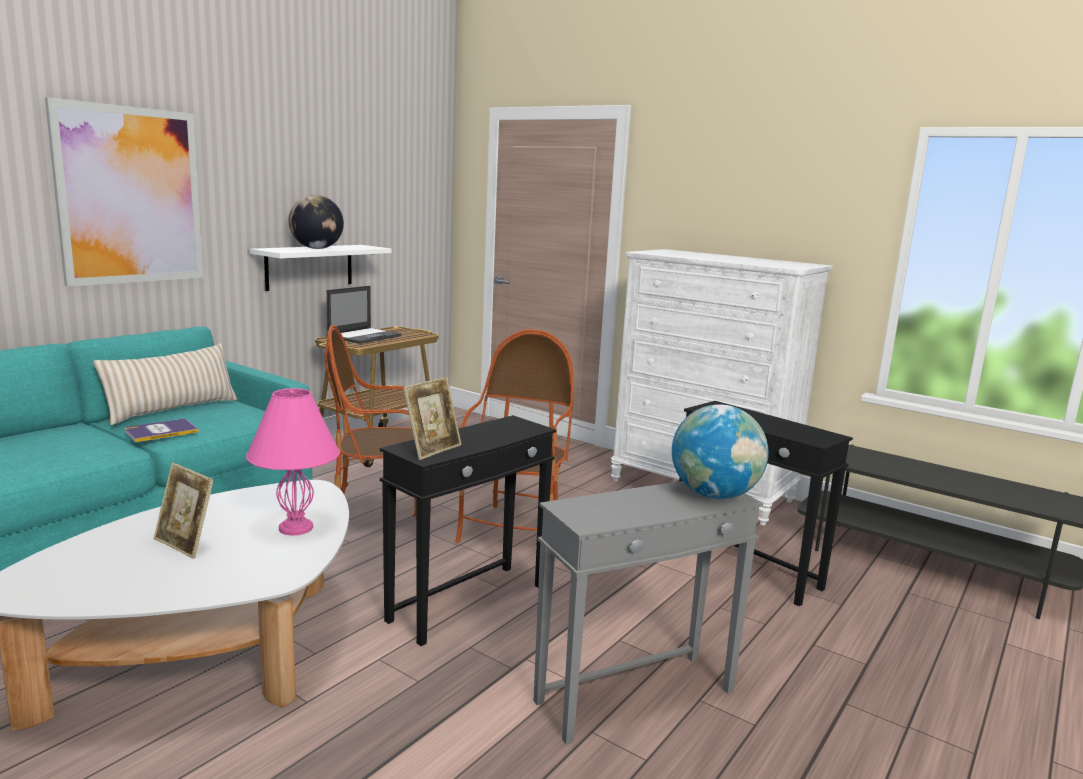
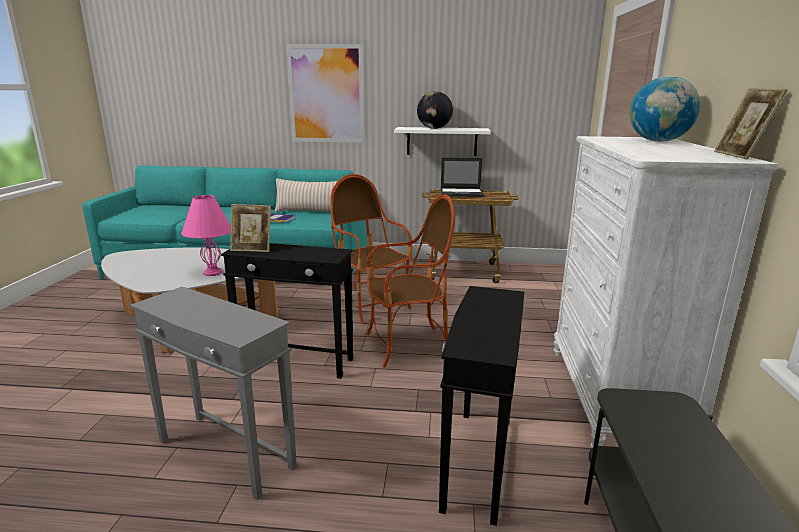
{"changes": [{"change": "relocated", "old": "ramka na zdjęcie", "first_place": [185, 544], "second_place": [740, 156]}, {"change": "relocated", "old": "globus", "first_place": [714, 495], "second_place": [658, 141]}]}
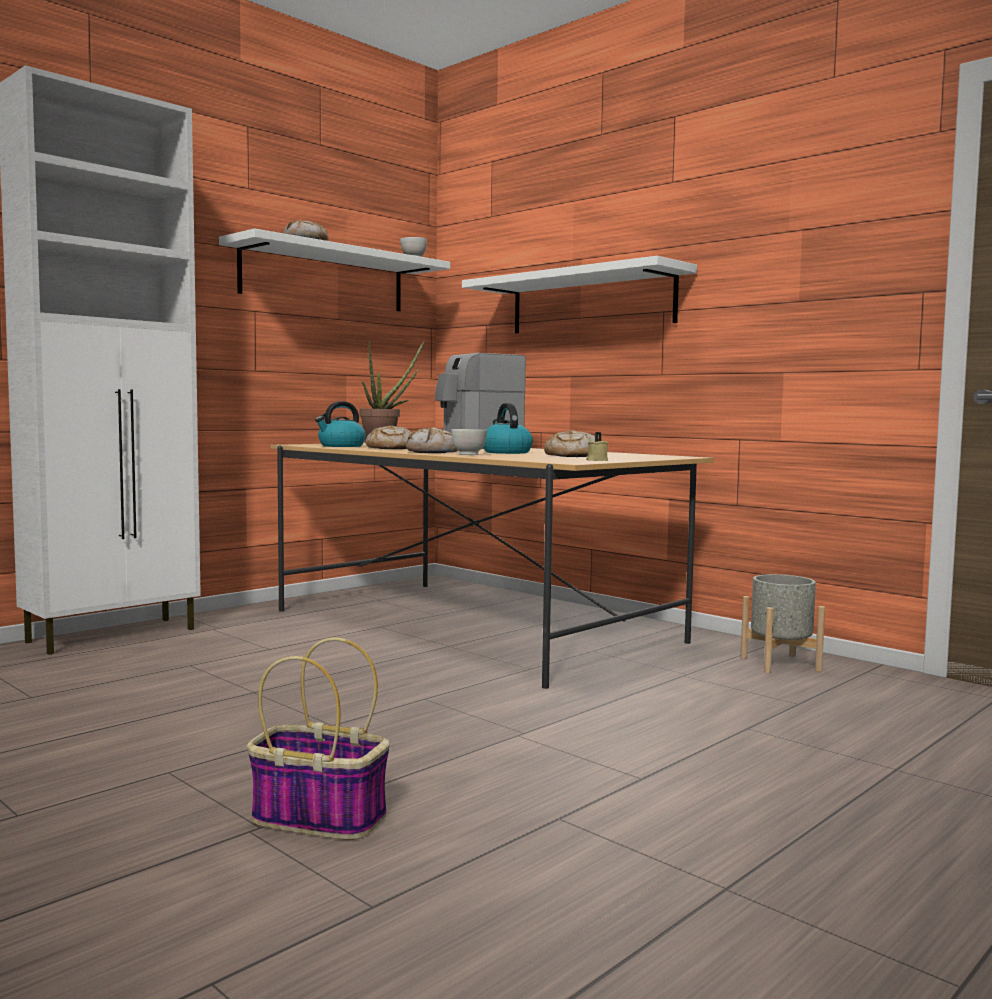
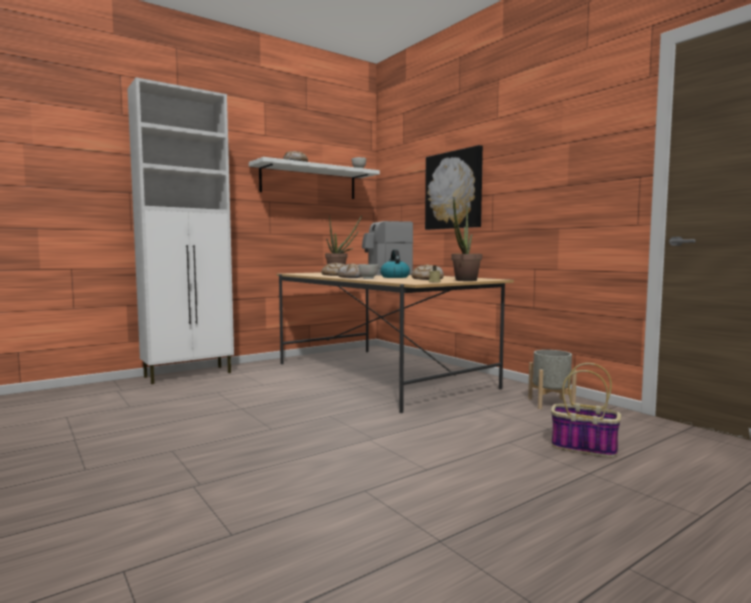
{"changes": [{"change": "relocated", "old": "koszyk", "first_place": [316, 818], "second_place": [582, 447]}, {"change": "missing", "old": "czajnik", "first_place": [341, 446]}, {"change": "exchanged", "old": "półka/biały", "new": "obraz", "first_place": [591, 302], "second_place": [454, 190]}, {"change": "appeared", "new": "roślina doniczkowa", "second_place": [464, 280]}]}
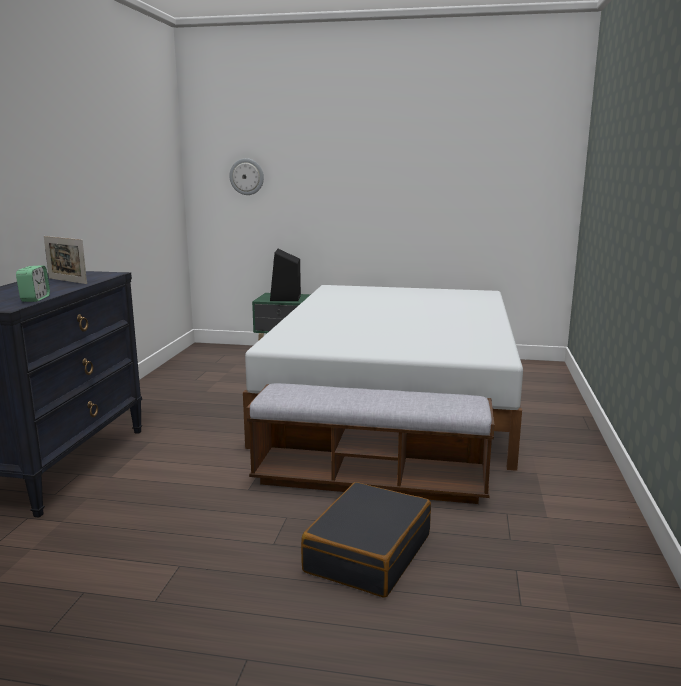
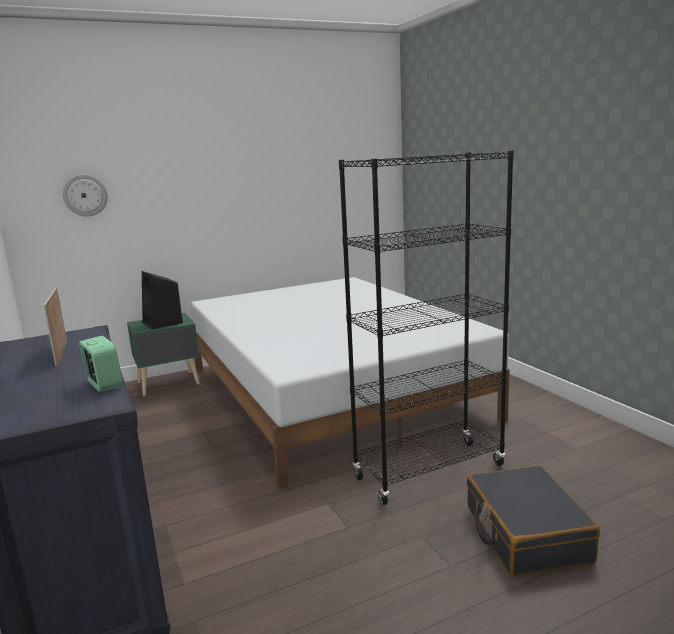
{"changes": [{"change": "spun", "old": "ramka na zdjęcie", "first_place": [67, 281], "second_place": [61, 353], "degrees": 75}, {"change": "exchanged", "old": "ławka", "new": "regał/czarny", "first_place": [370, 480], "second_place": [429, 471]}]}
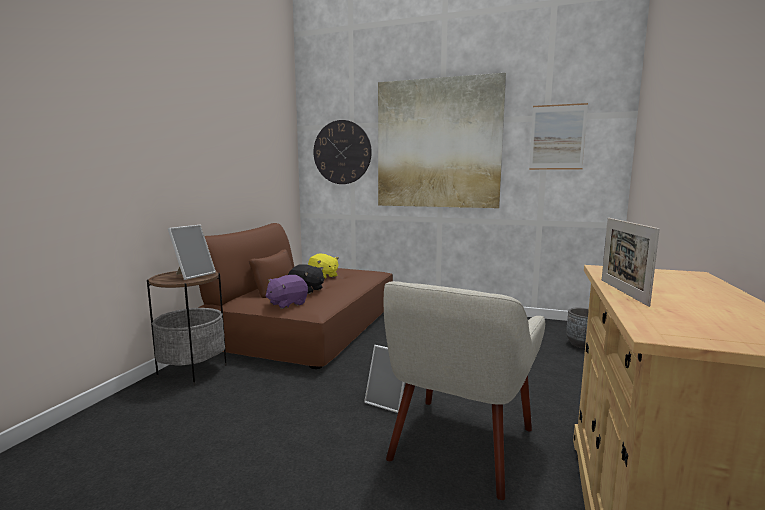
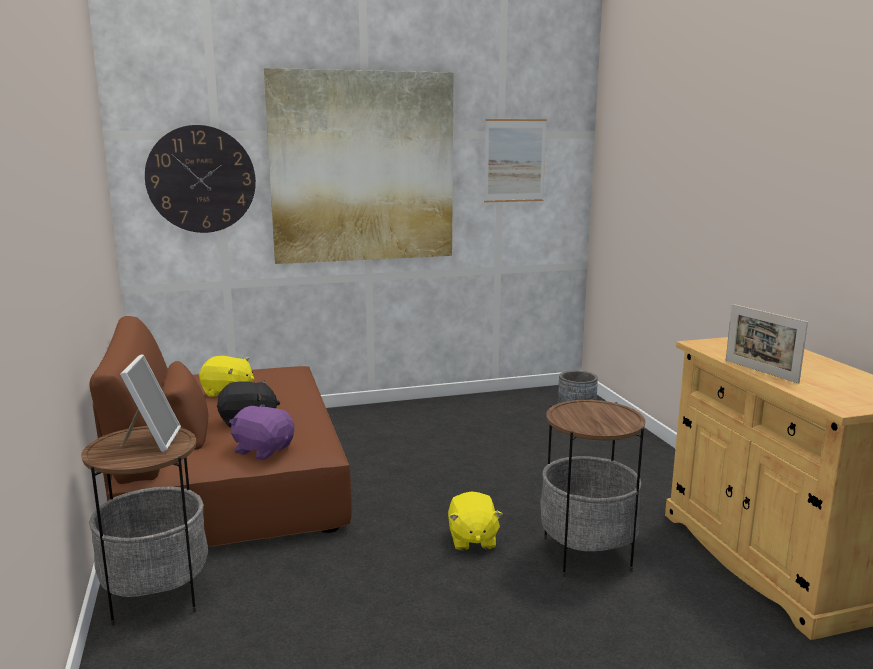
{"changes": [{"change": "spun", "old": "pluszak/fioletowy", "first_place": [287, 304], "second_place": [263, 450], "degrees": 105}, {"change": "exchanged", "old": "ramka na zdjęcie", "new": "pluszak/żółty", "first_place": [388, 402], "second_place": [472, 539]}, {"change": "exchanged", "old": "fotel/beżowy", "new": "stolik", "first_place": [459, 443], "second_place": [586, 554]}]}
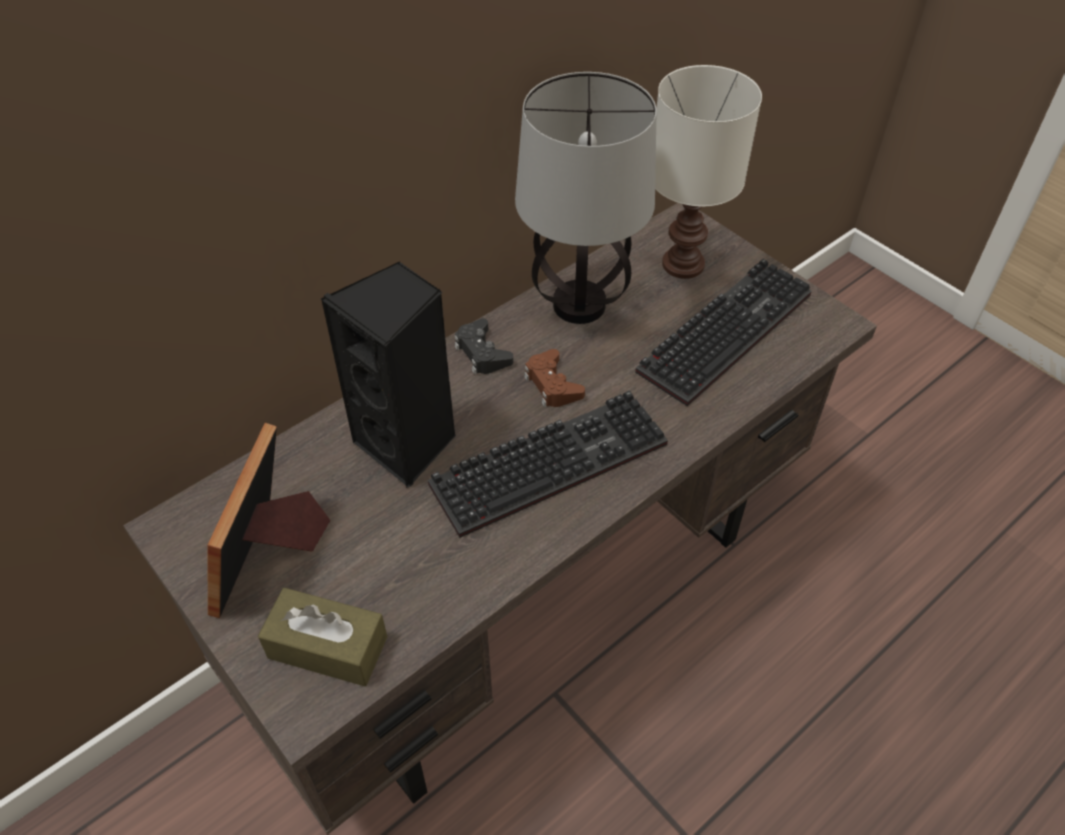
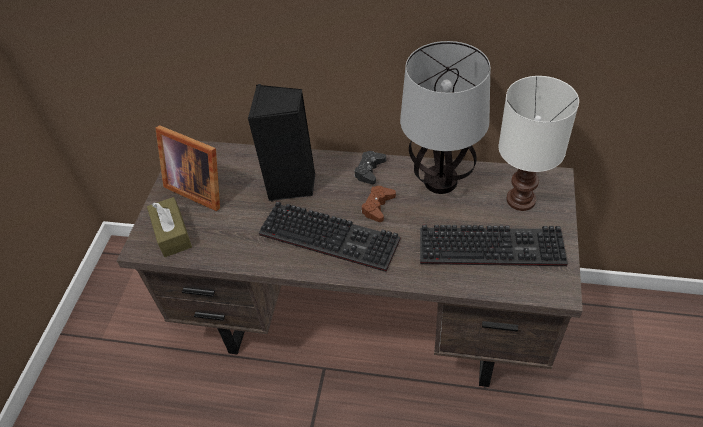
{"changes": [{"change": "spun", "old": "ramka na zdjęcie", "first_place": [271, 556], "second_place": [198, 187], "degrees": -120}]}
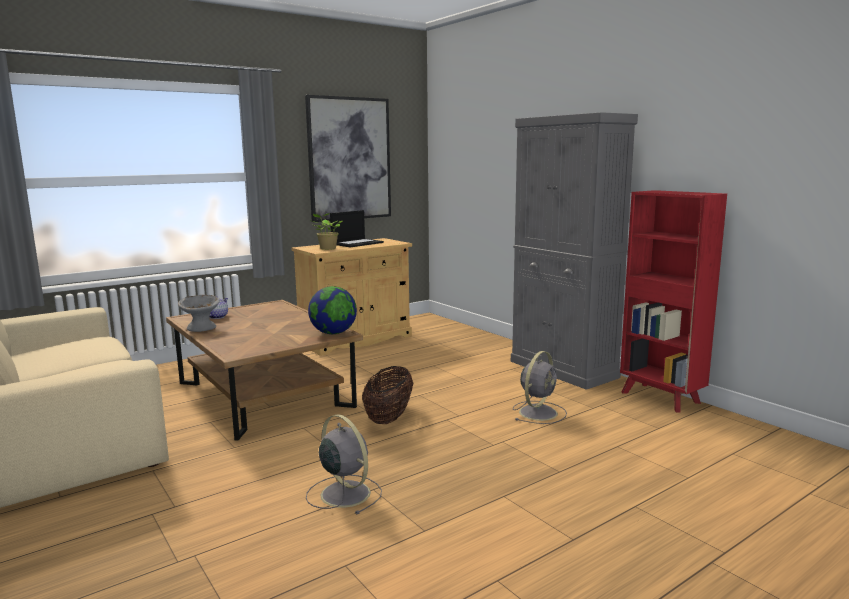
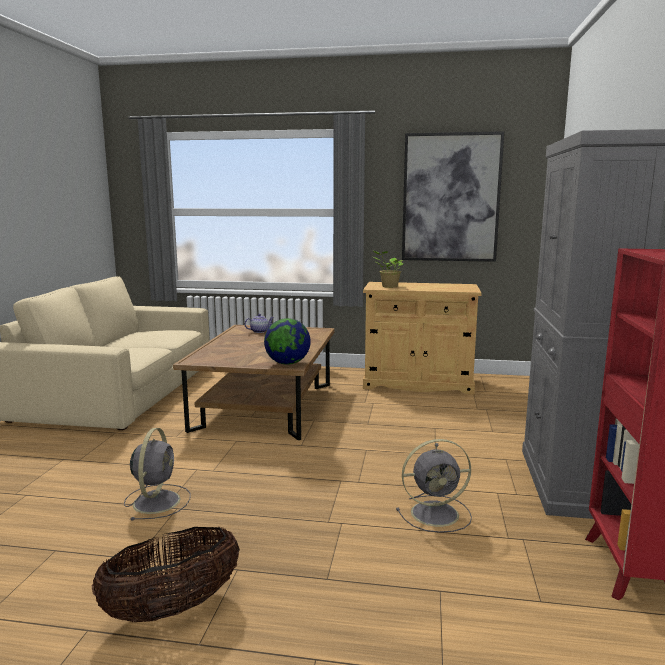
{"changes": [{"change": "missing", "old": "miska/szary", "first_place": [201, 328]}, {"change": "missing", "old": "laptop", "first_place": [357, 243]}, {"change": "relocated", "old": "koszyk", "first_place": [389, 417], "second_place": [172, 608]}]}
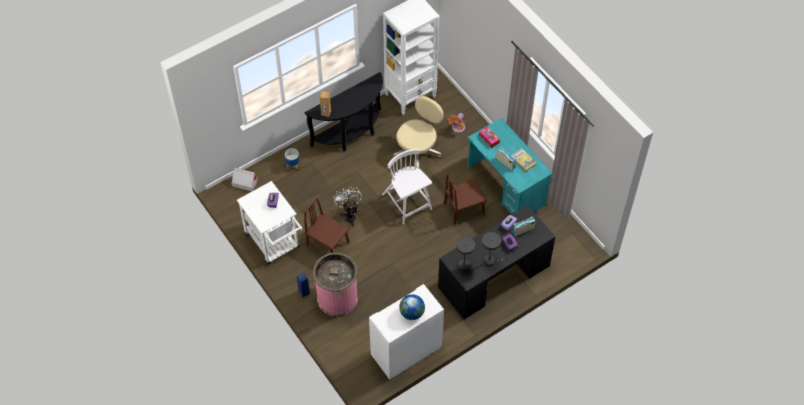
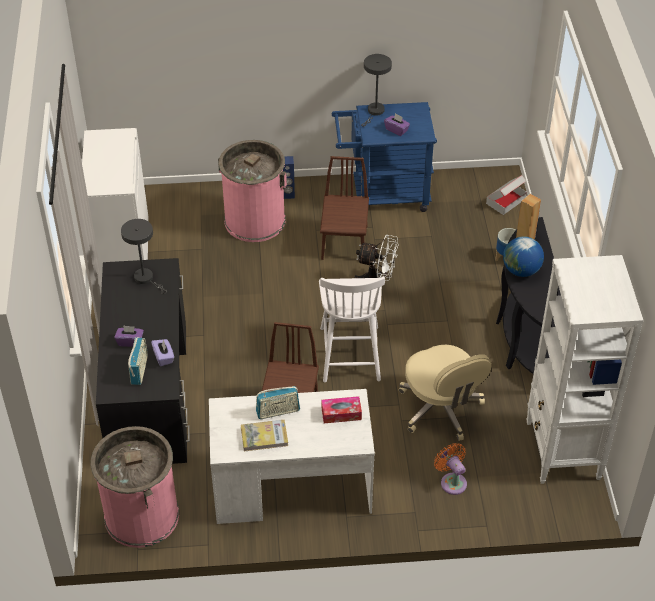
{"changes": [{"change": "colour", "old": "wózek/biały", "new": "wózek/niebieski", "first_place": [275, 244], "second_place": [382, 195]}, {"change": "spun", "old": "krzesło/brązowy", "first_place": [327, 244], "second_place": [344, 242], "degrees": -60}, {"change": "spun", "old": "krzesło/biały", "first_place": [407, 203], "second_place": [350, 352], "degrees": 90}, {"change": "relocated", "old": "globus", "first_place": [412, 313], "second_place": [521, 270]}, {"change": "colour", "old": "biurko/turkusowy", "new": "biurko/biały", "first_place": [506, 186], "second_place": [292, 489]}, {"change": "relocated", "old": "lampa stołowa/szary", "first_place": [491, 260], "second_place": [375, 112]}, {"change": "appeared", "new": "kosz na śmieci/różowy", "second_place": [141, 515]}]}
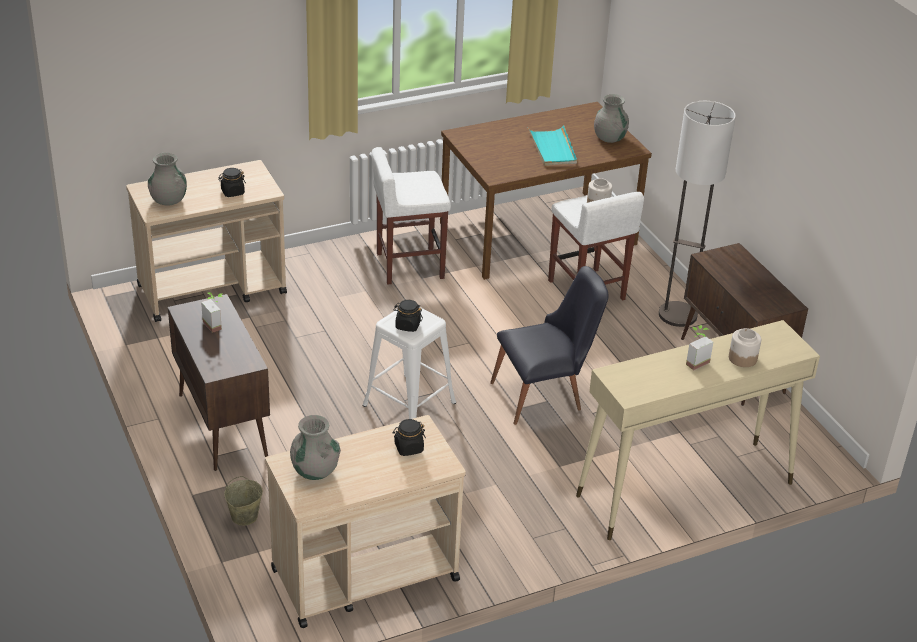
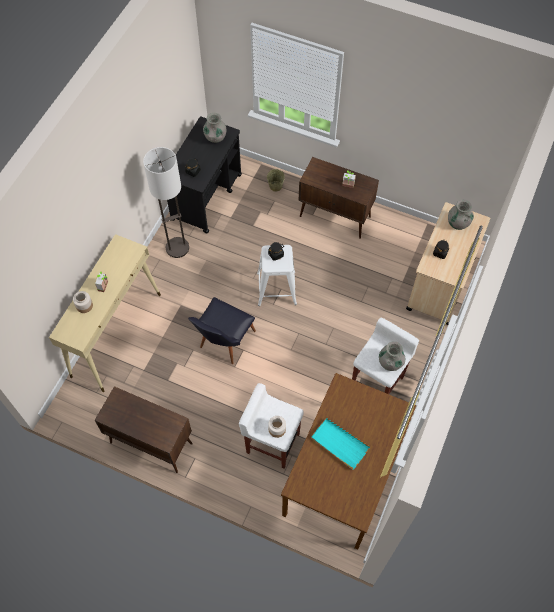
{"changes": [{"change": "colour", "old": "wózek/beżowy", "new": "wózek/czarny", "first_place": [363, 574], "second_place": [206, 196]}, {"change": "relocated", "old": "wazon/szary", "first_place": [609, 138], "second_place": [390, 362]}, {"change": "relocated", "old": "lampa stojąca", "first_place": [677, 315], "second_place": [177, 247]}]}
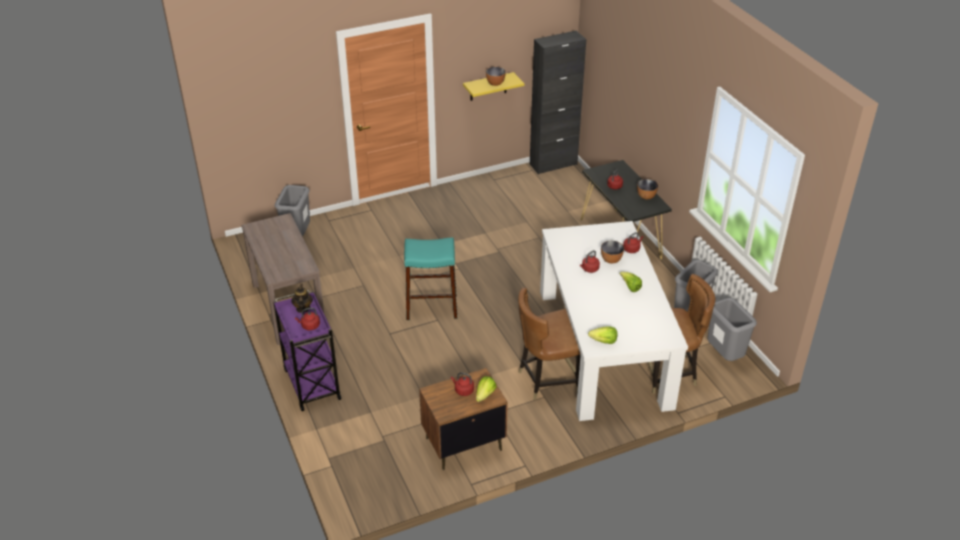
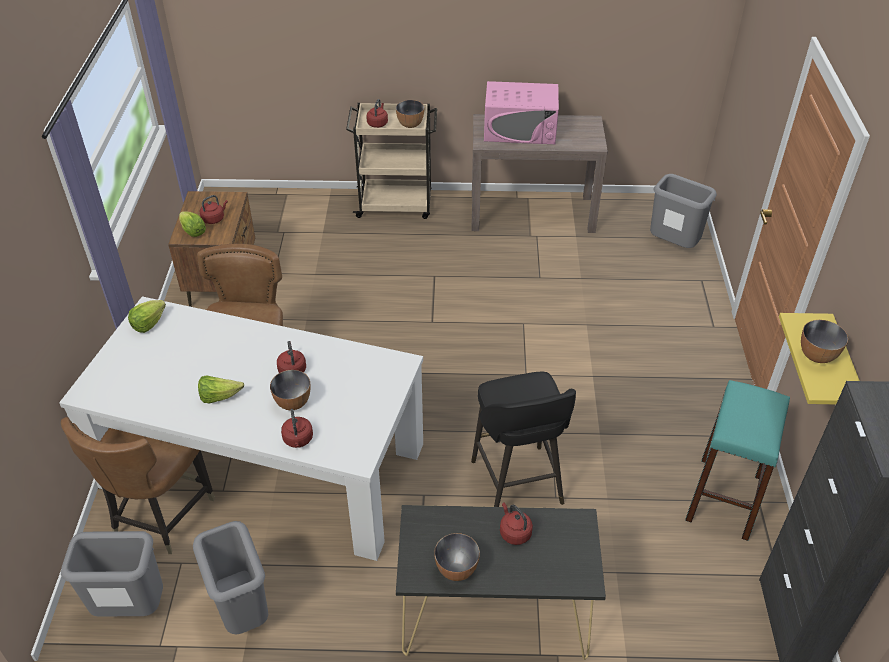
{"changes": [{"change": "colour", "old": "wózek/fioletowy", "new": "wózek/beżowy", "first_place": [311, 383], "second_place": [396, 204]}, {"change": "exchanged", "old": "imbryk", "new": "miska", "first_place": [303, 308], "second_place": [410, 124]}, {"change": "relocated", "old": "stołek/turkusowy", "first_place": [431, 307], "second_place": [724, 498]}, {"change": "appeared", "new": "stołek/czarny", "second_place": [517, 484]}, {"change": "appeared", "new": "mikrofalówka/różowy", "second_place": [520, 130]}]}
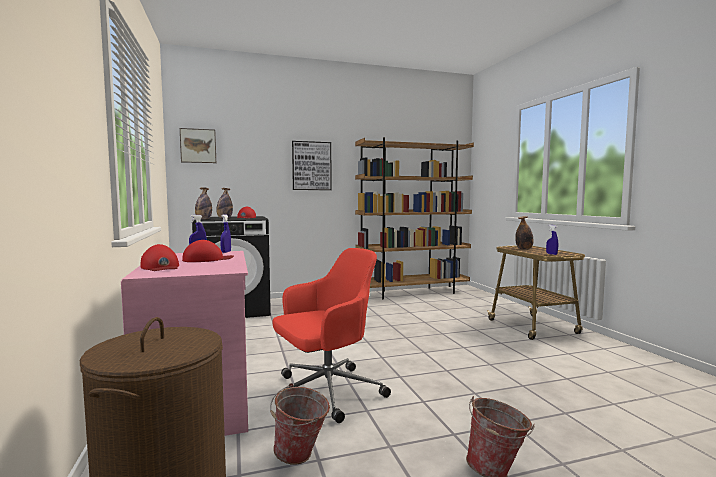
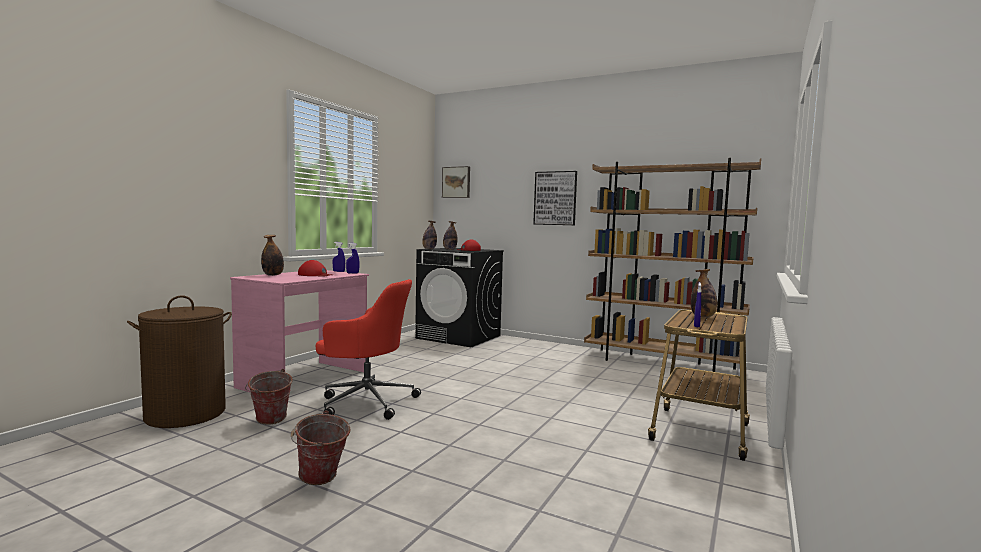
{"changes": [{"change": "exchanged", "old": "czapka z daszkiem/czerwony", "new": "butelka", "first_place": [161, 267], "second_place": [273, 275]}]}
